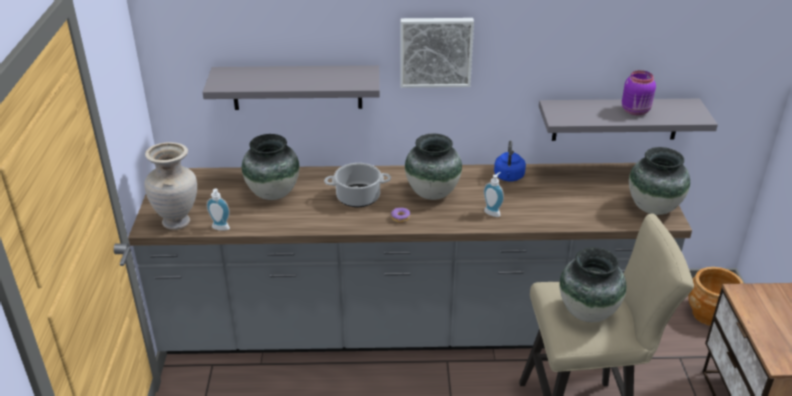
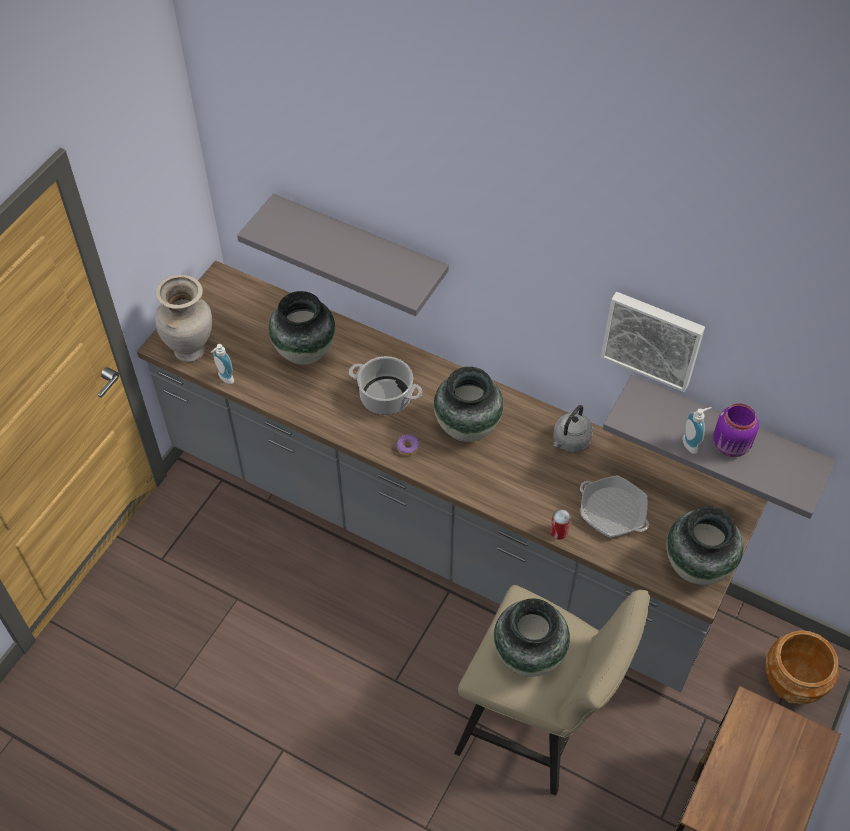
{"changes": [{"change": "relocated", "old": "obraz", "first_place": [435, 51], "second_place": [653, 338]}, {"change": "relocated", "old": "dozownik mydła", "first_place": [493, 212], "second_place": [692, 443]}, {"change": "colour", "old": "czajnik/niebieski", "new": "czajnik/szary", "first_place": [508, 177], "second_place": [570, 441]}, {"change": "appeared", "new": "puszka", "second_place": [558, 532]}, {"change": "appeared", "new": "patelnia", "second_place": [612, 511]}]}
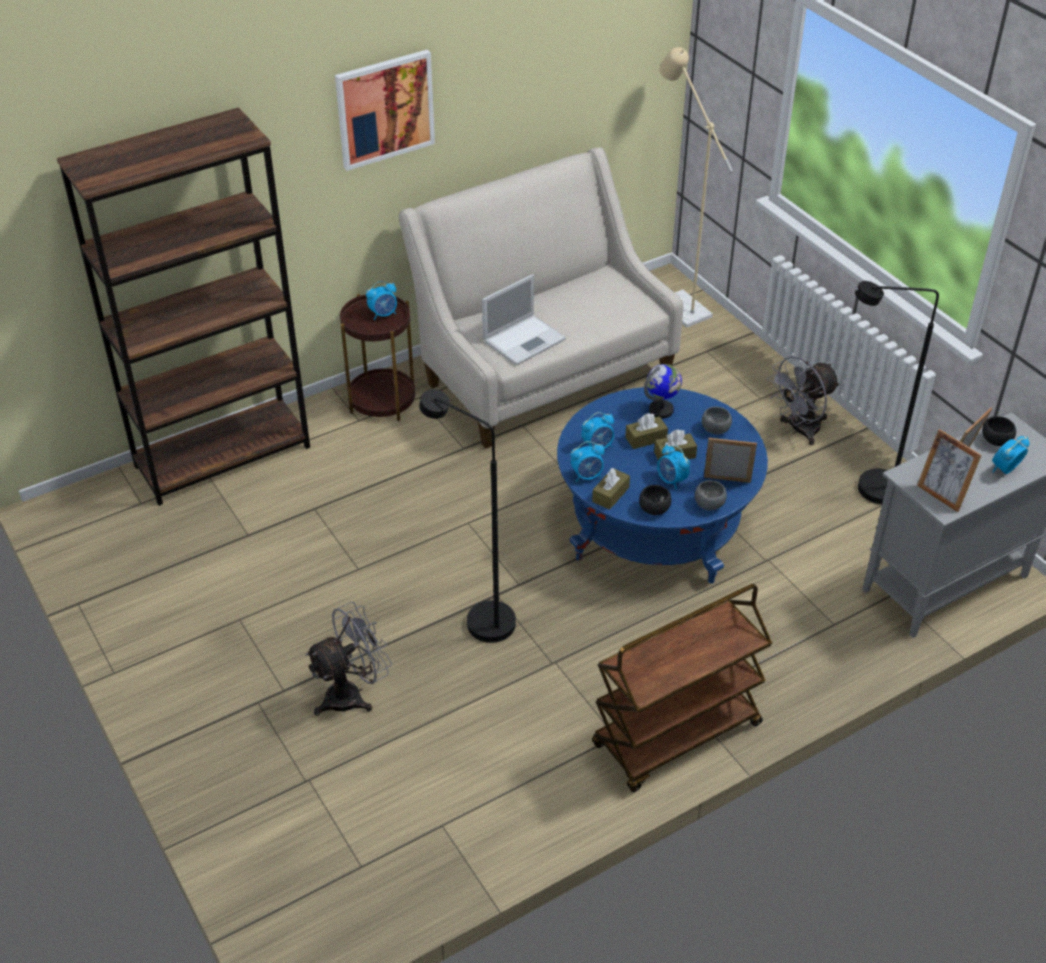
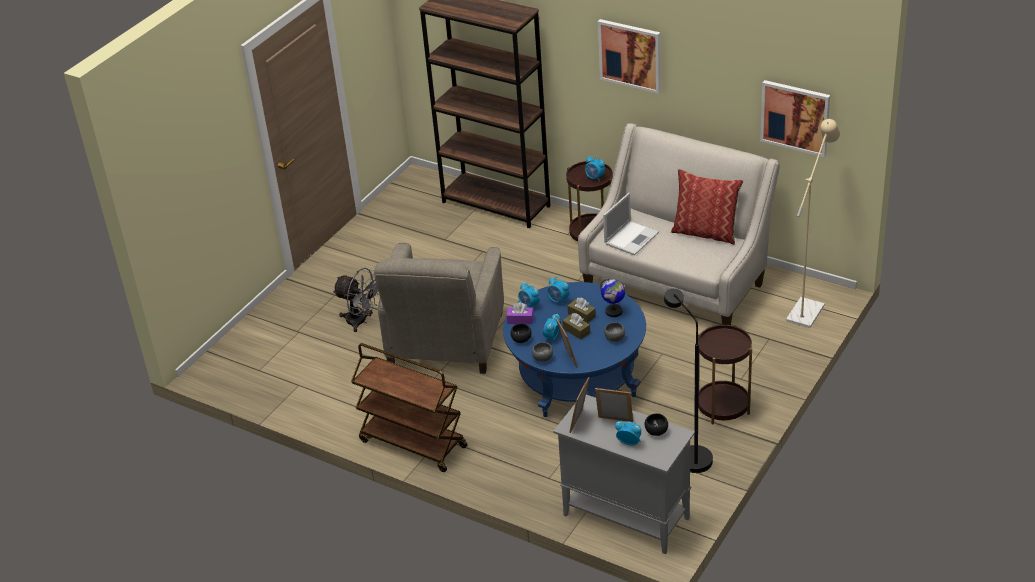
{"changes": [{"change": "exchanged", "old": "lampa stojąca/czarny", "new": "fotel/beżowy", "first_place": [478, 619], "second_place": [445, 341]}, {"change": "spun", "old": "laptop", "first_place": [525, 339], "second_place": [632, 237], "degrees": -75}, {"change": "colour", "old": "pudełko chusteczek/brązowy", "new": "pudełko chusteczek/fioletowy", "first_place": [610, 494], "second_place": [520, 320]}, {"change": "exchanged", "old": "wentylator/szary", "new": "stolik/brązowy", "first_place": [799, 430], "second_place": [723, 406]}, {"change": "appeared", "new": "poduszka", "second_place": [706, 232]}, {"change": "appeared", "new": "obraz", "second_place": [795, 117]}]}
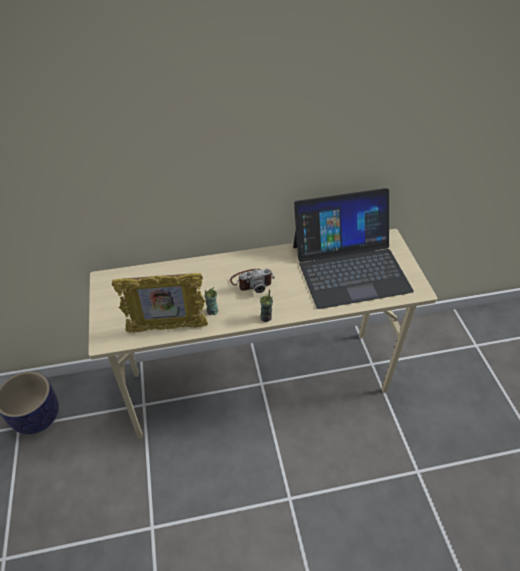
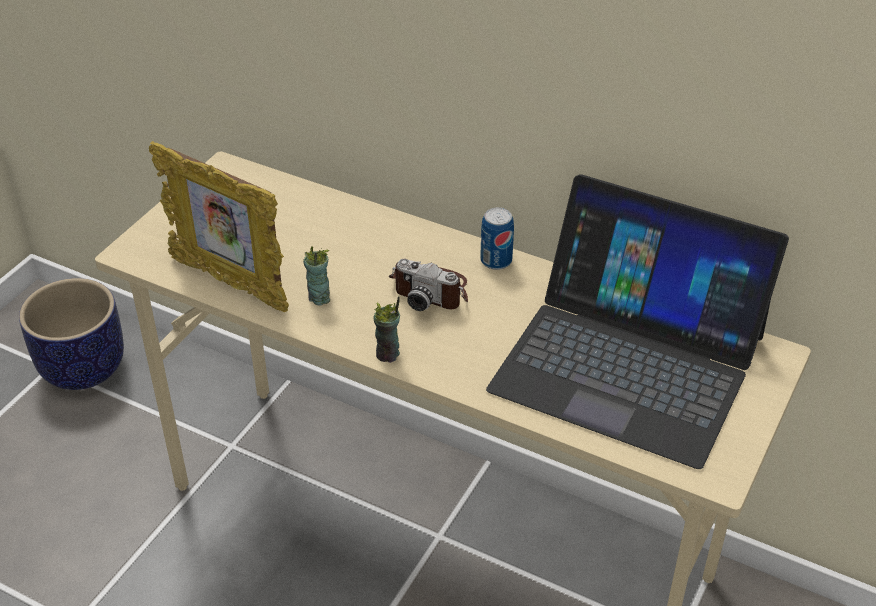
{"changes": [{"change": "appeared", "new": "puszka", "second_place": [496, 261]}]}
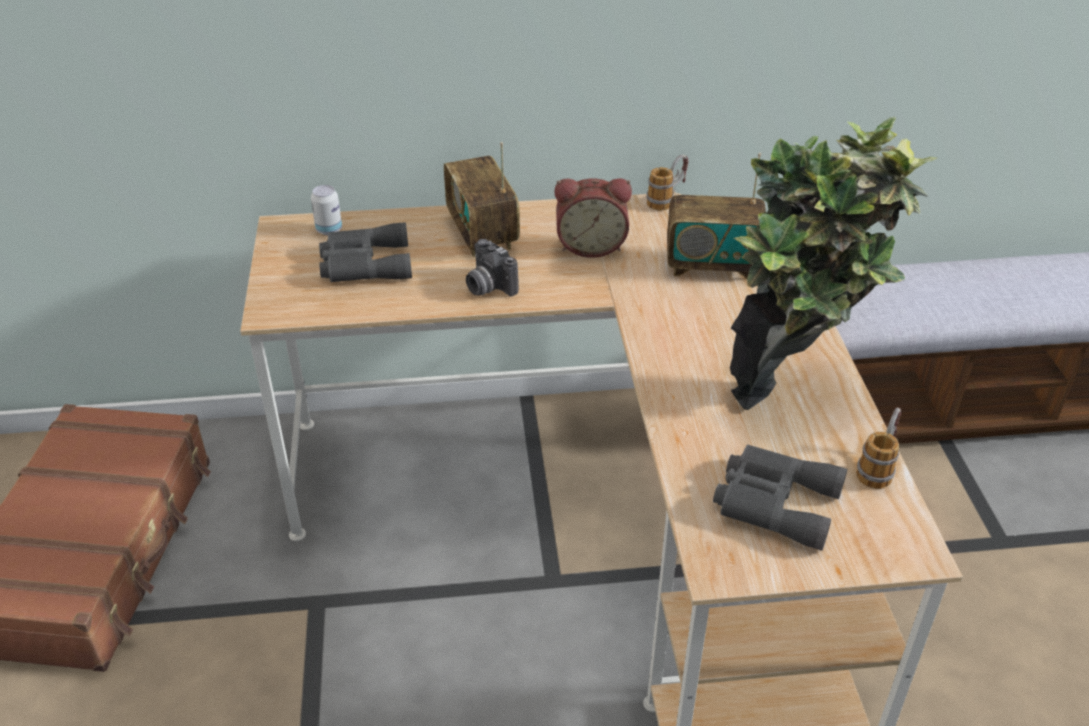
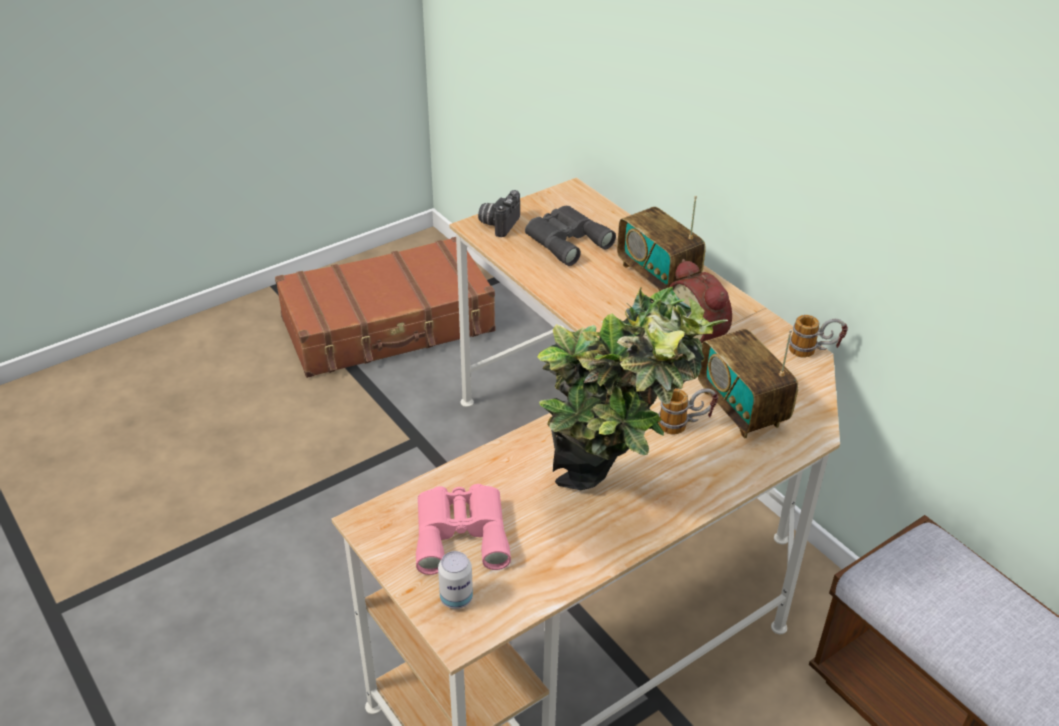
{"changes": [{"change": "relocated", "old": "puszka", "first_place": [329, 230], "second_place": [456, 598]}, {"change": "spun", "old": "radio", "first_place": [482, 233], "second_place": [657, 275], "degrees": -75}, {"change": "relocated", "old": "aparat fotograficzny", "first_place": [488, 286], "second_place": [498, 224]}, {"change": "colour", "old": "lornetka/szary", "new": "lornetka/różowy", "first_place": [773, 501], "second_place": [461, 532]}, {"change": "relocated", "old": "kubek", "first_place": [878, 466], "second_place": [685, 425]}]}
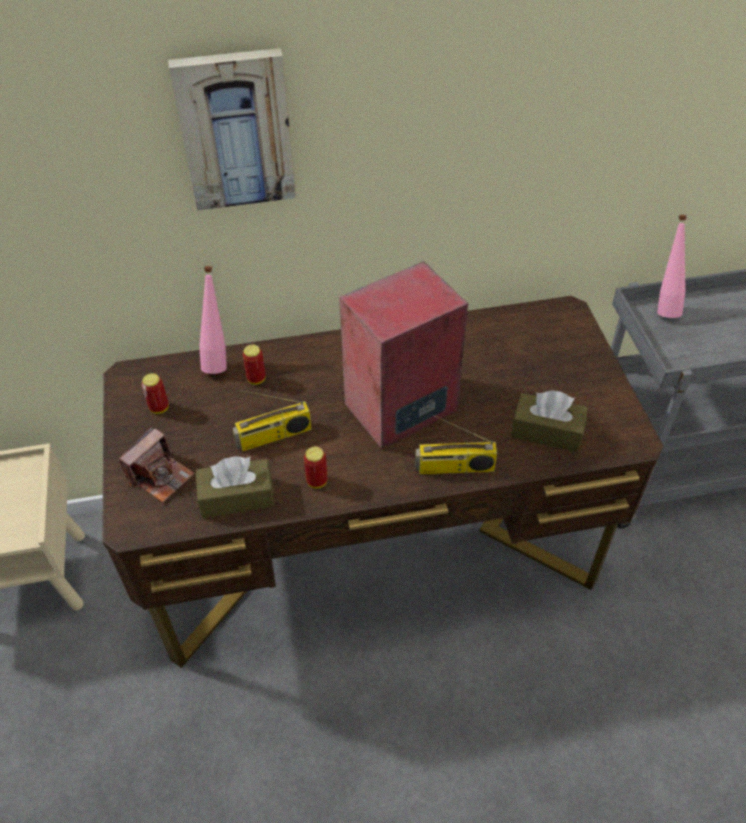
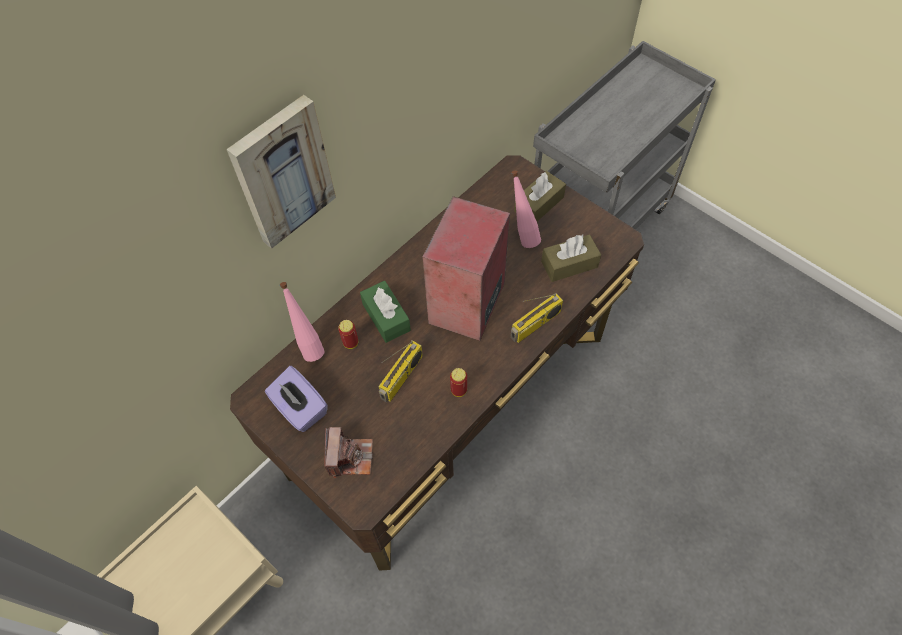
{"changes": [{"change": "exchanged", "old": "puszka", "new": "pudełko chusteczek/fioletowy", "first_place": [159, 408], "second_place": [300, 408]}, {"change": "relocated", "old": "pudełko chusteczek/brązowy", "first_place": [237, 497], "second_place": [539, 204]}, {"change": "relocated", "old": "butelka/różowy", "first_place": [664, 307], "second_place": [522, 236]}, {"change": "appeared", "new": "pudełko chusteczek/zielony", "second_place": [386, 317]}]}
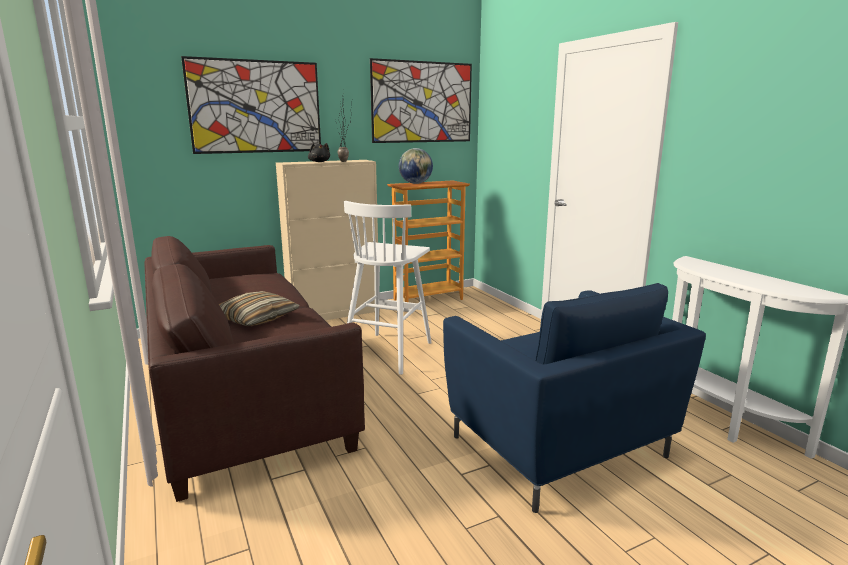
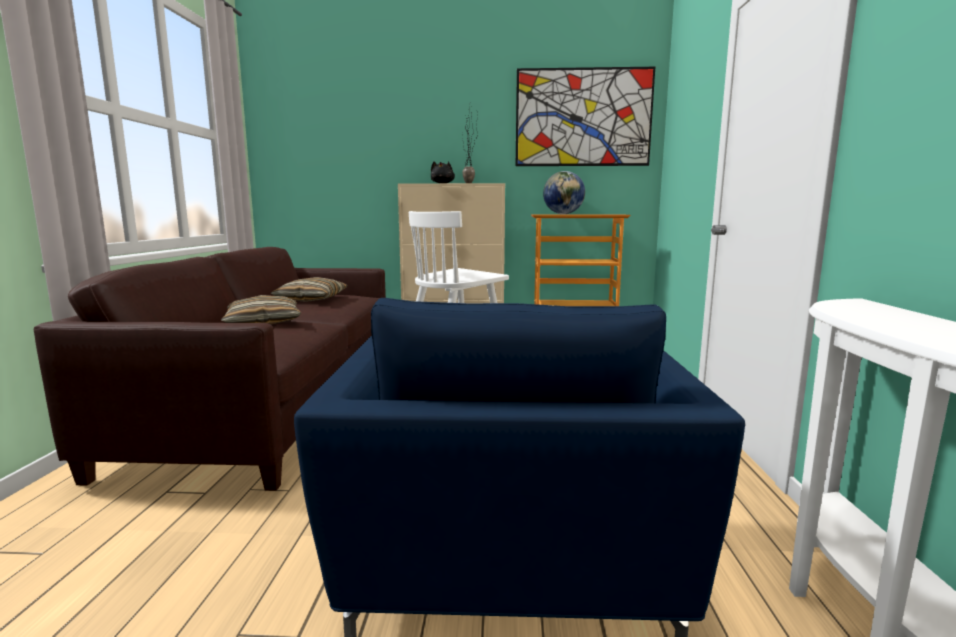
{"changes": [{"change": "missing", "old": "obraz", "first_place": [256, 107]}, {"change": "appeared", "new": "poduszka", "second_place": [311, 299]}]}
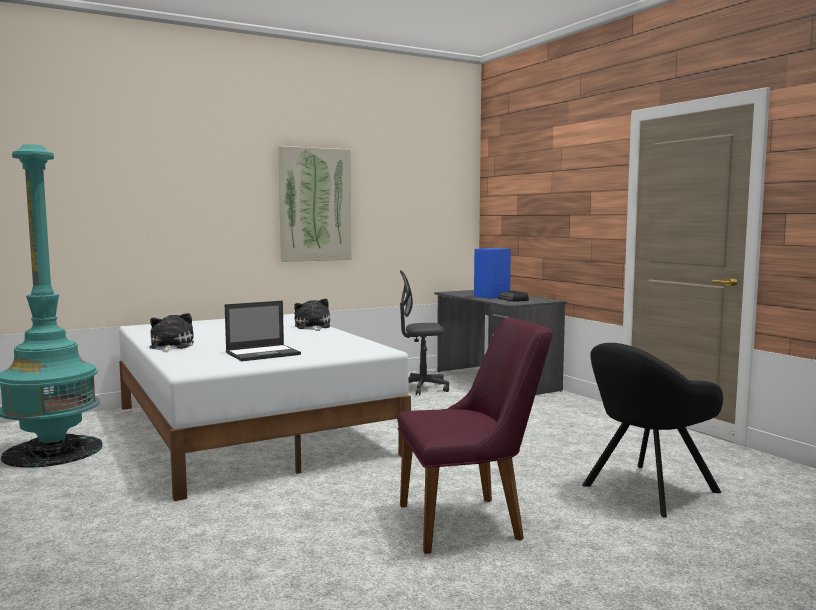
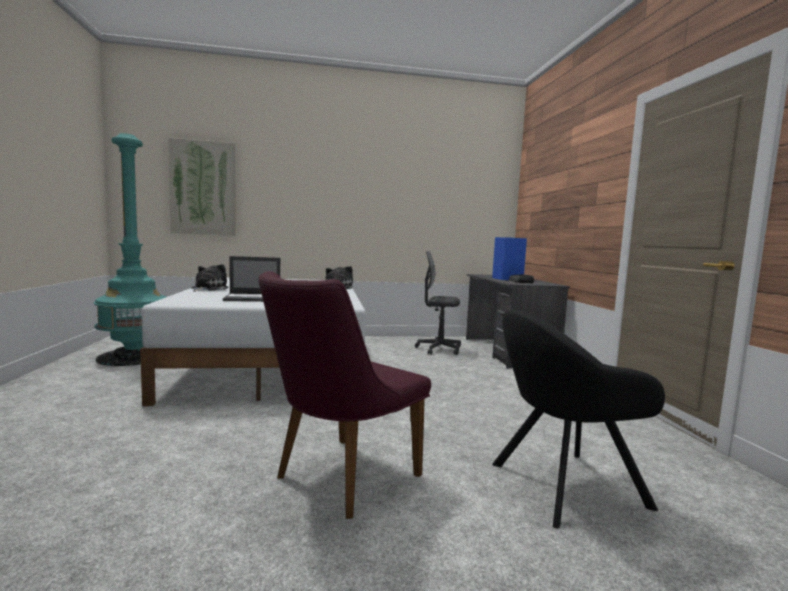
{"changes": [{"change": "relocated", "old": "obraz", "first_place": [315, 204], "second_place": [203, 188]}, {"change": "spun", "old": "krzesło/fioletowy", "first_place": [472, 521], "second_place": [337, 480], "degrees": 120}]}
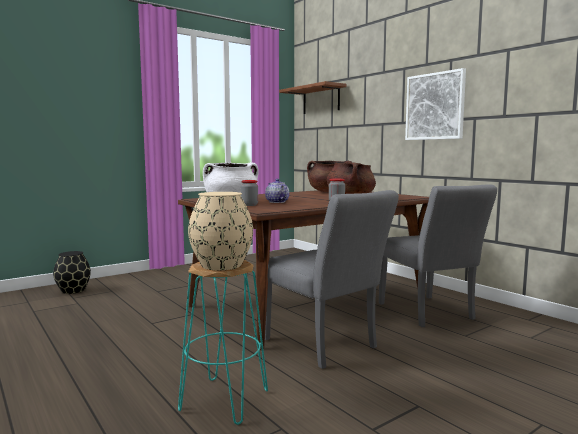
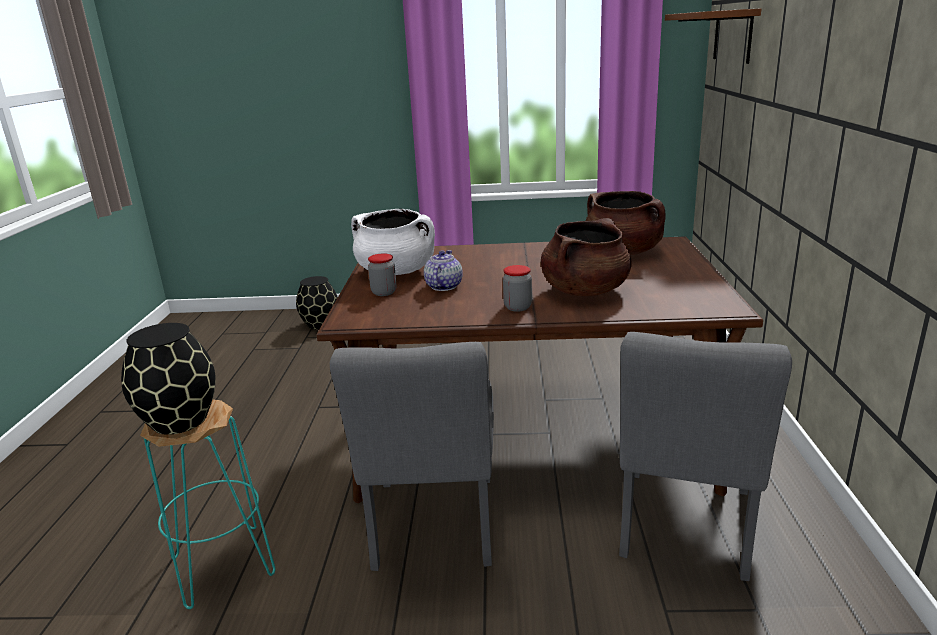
{"changes": [{"change": "colour", "old": "wazon/beżowy", "new": "wazon/czarny", "first_place": [222, 265], "second_place": [181, 420]}, {"change": "missing", "old": "obraz", "first_place": [435, 106]}]}
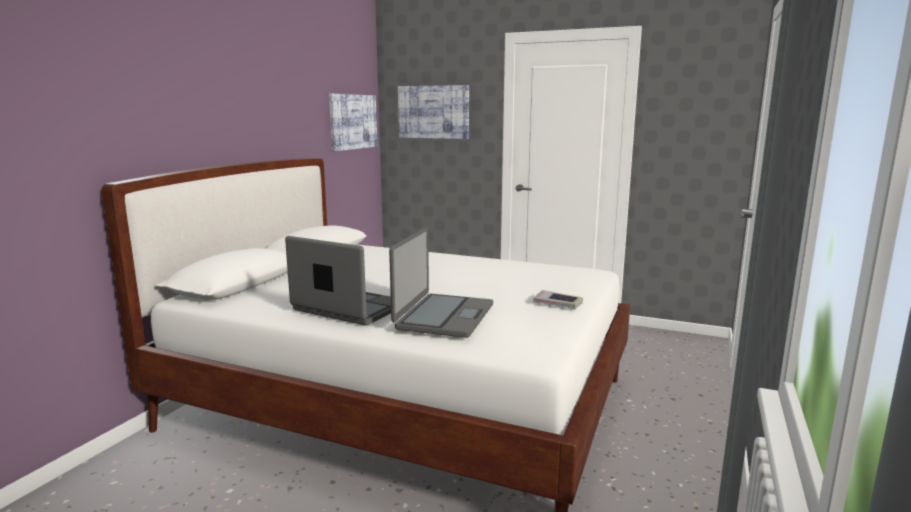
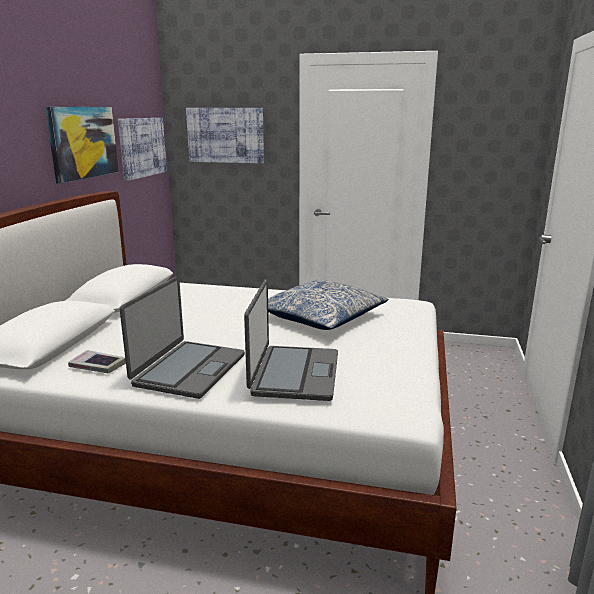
{"changes": [{"change": "spun", "old": "laptop", "first_place": [349, 308], "second_place": [188, 370], "degrees": 90}, {"change": "relocated", "old": "książka", "first_place": [557, 304], "second_place": [97, 366]}, {"change": "appeared", "new": "obraz", "second_place": [83, 142]}, {"change": "appeared", "new": "poduszka", "second_place": [321, 317]}]}
